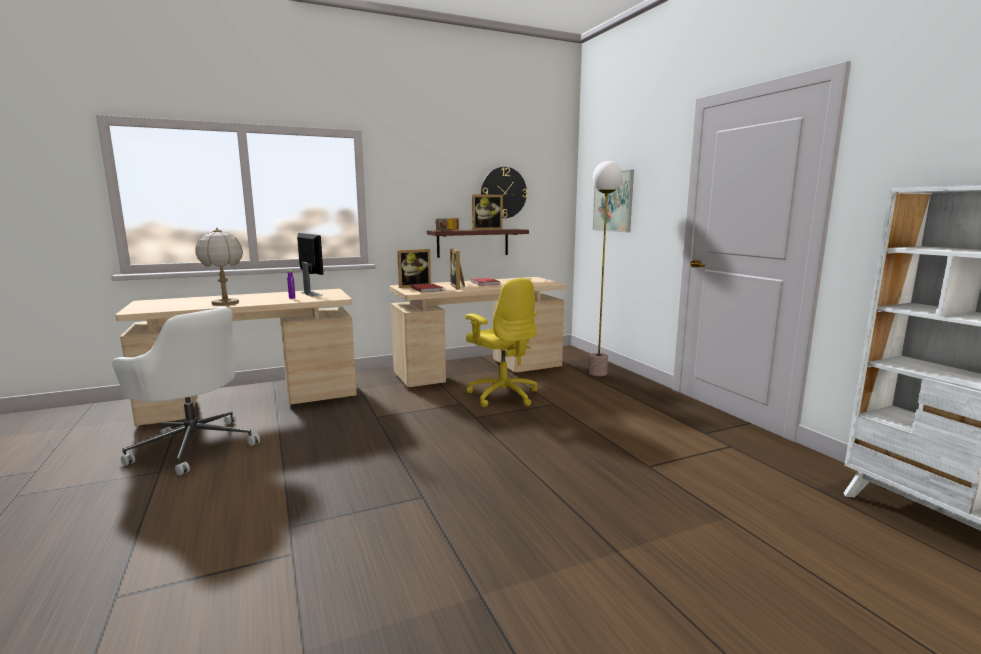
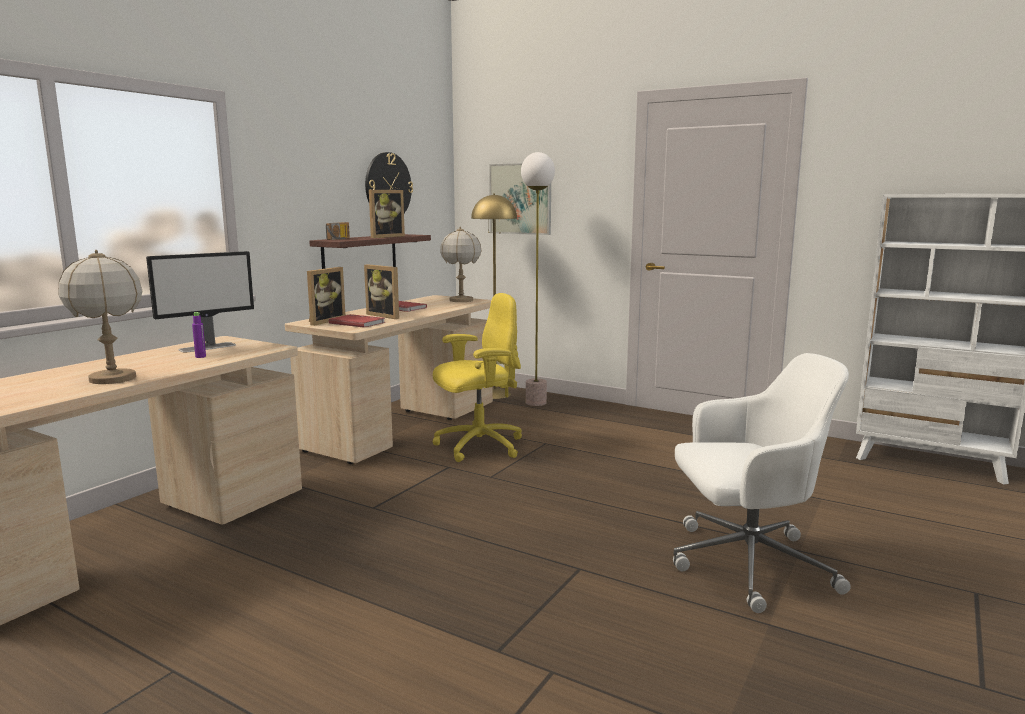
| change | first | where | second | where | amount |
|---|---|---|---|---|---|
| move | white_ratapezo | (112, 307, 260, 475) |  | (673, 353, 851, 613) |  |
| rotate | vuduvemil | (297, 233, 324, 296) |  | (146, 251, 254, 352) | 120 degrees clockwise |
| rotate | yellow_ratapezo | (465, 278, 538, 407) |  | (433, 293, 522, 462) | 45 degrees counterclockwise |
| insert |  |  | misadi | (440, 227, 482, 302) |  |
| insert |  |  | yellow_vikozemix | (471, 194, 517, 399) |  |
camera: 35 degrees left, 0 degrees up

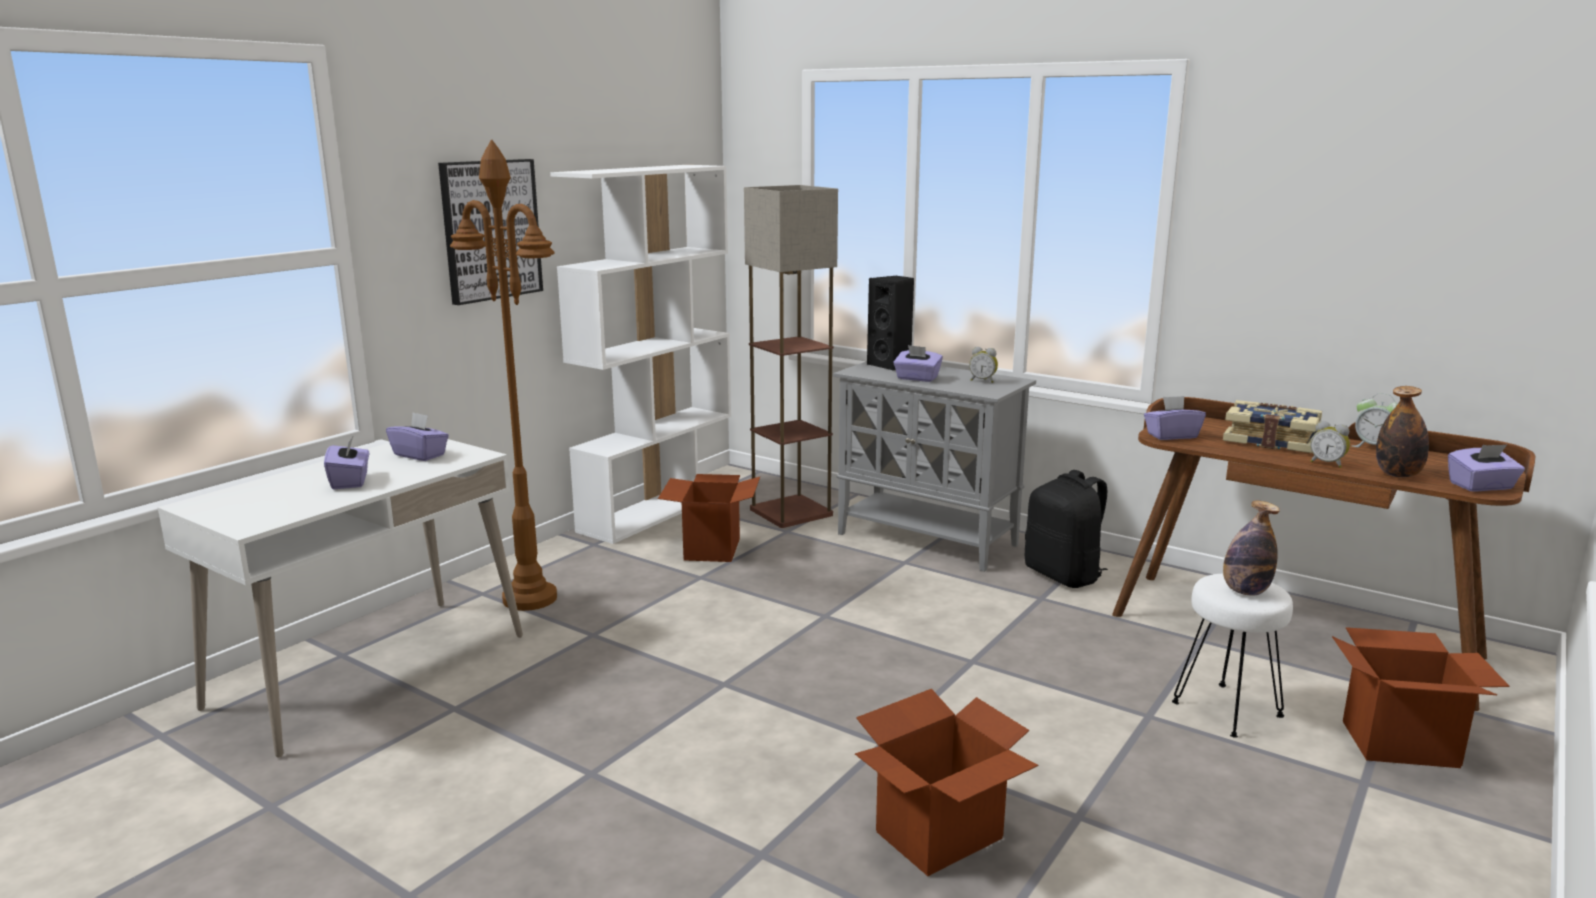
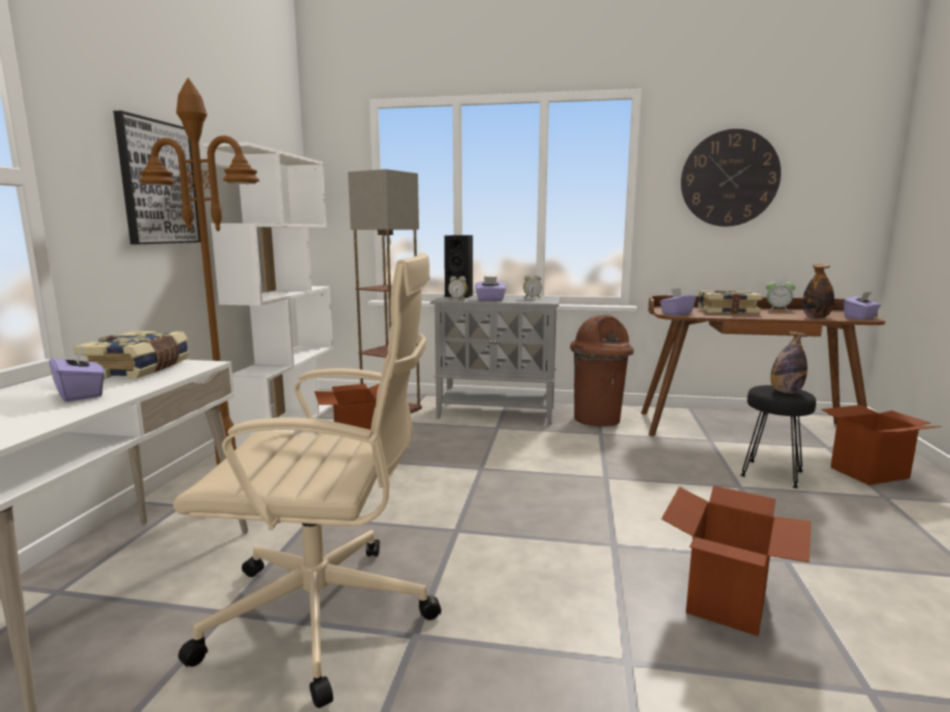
| change | first | where | second | where | amount |
|---|---|---|---|---|---|
| replace | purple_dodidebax | (386, 412, 449, 461) | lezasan | (73, 331, 189, 379) |  |
| replace | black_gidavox | (1025, 470, 1108, 588) | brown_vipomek | (570, 314, 634, 427) |  |
| recolor | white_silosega | (1172, 573, 1293, 738) | black_silosega | (741, 385, 816, 488) |  |
| move | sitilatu | (1310, 421, 1350, 468) |  | (448, 276, 468, 300) |  |
| insert |  |  | beige_ratapezo | (173, 253, 441, 708) |  |
| insert |  |  | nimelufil | (681, 129, 781, 226) |  |
camera: 25 degrees left, 5 degrees down

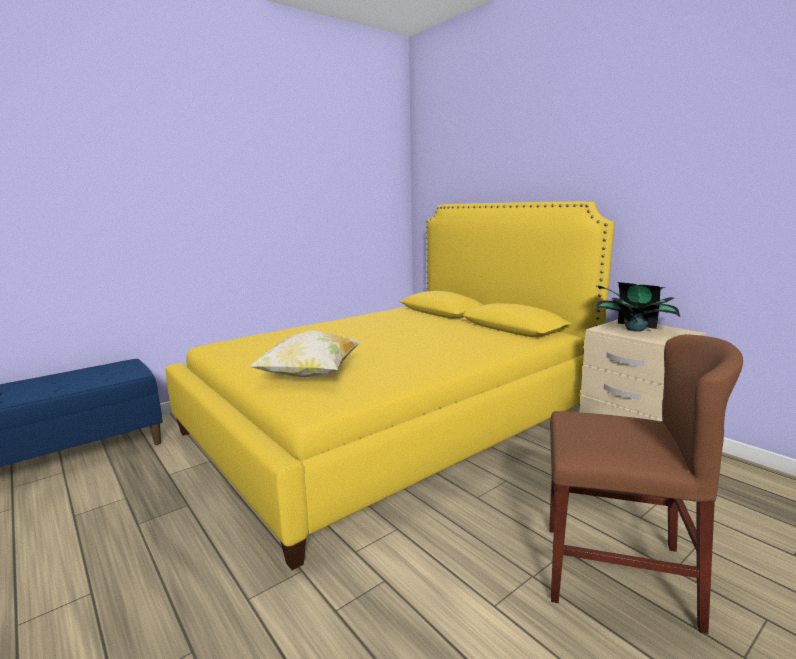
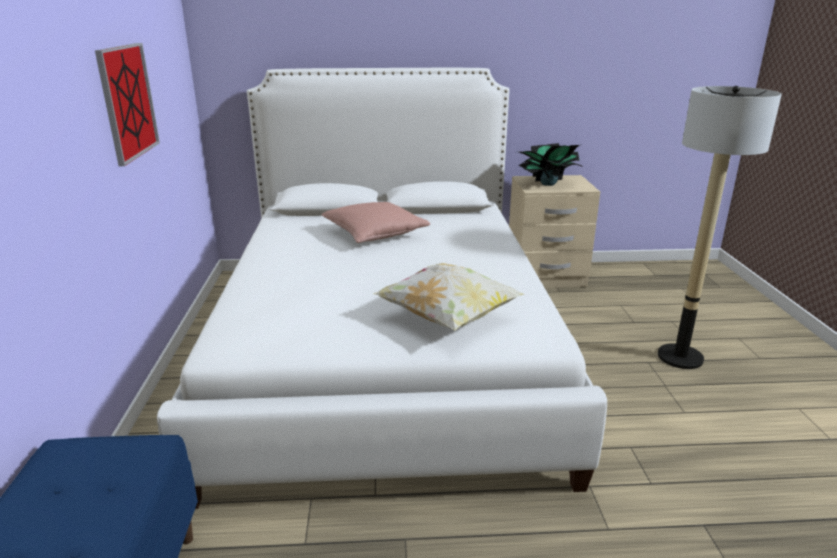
| change | first | where | second | where | amount |
|---|---|---|---|---|---|
| recolor | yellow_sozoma | (166, 201, 614, 570) | white_sozoma | (157, 68, 607, 509) |  |
| replace | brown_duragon | (549, 334, 743, 634) | vikozemix | (658, 86, 782, 369) |  |
| insert |  |  | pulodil | (95, 43, 160, 166) |  |
| insert |  |  | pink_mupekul | (321, 202, 430, 243) |  |
camera: 55 degrees left, 10 degrees up

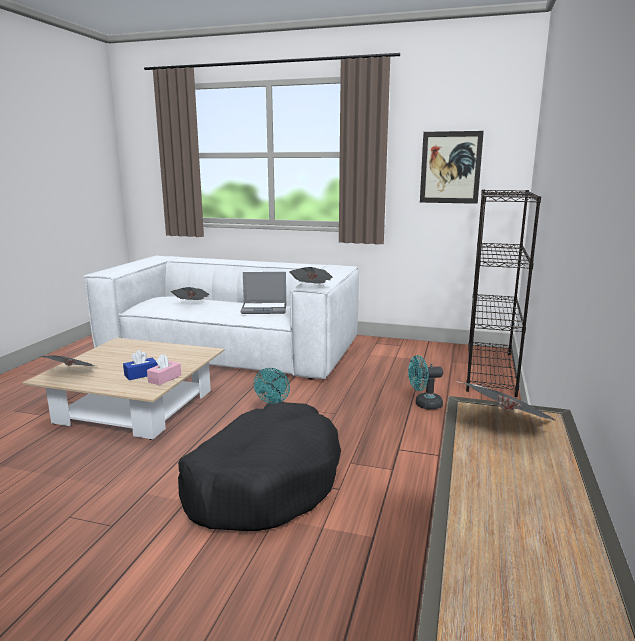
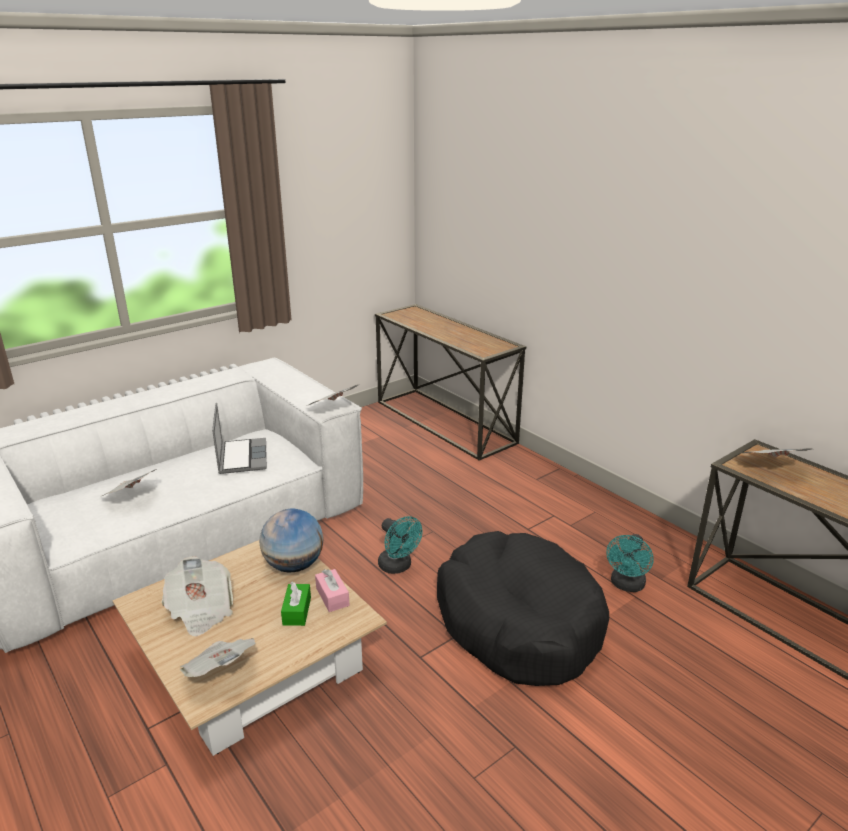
| change | first | where | second | where | amount |
|---|---|---|---|---|---|
| recolor | blue_dodidebax | (123, 350, 158, 380) | green_dodidebax | (281, 582, 311, 626) |  |
| rotate | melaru | (240, 272, 286, 314) |  | (212, 403, 267, 474) | 45 degrees counterclockwise |
| move | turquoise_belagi | (408, 355, 443, 410) |  | (606, 534, 654, 592) |  |
| delete | pulodil | (420, 131, 484, 204) |  |  |  |
| replace | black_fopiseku | (466, 189, 541, 397) | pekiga | (375, 304, 526, 461) |  |
| insert |  |  | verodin | (162, 556, 233, 637) |  |
| insert |  |  | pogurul | (260, 509, 324, 572) |  |
camera: 55 degrees left, 10 degrees up

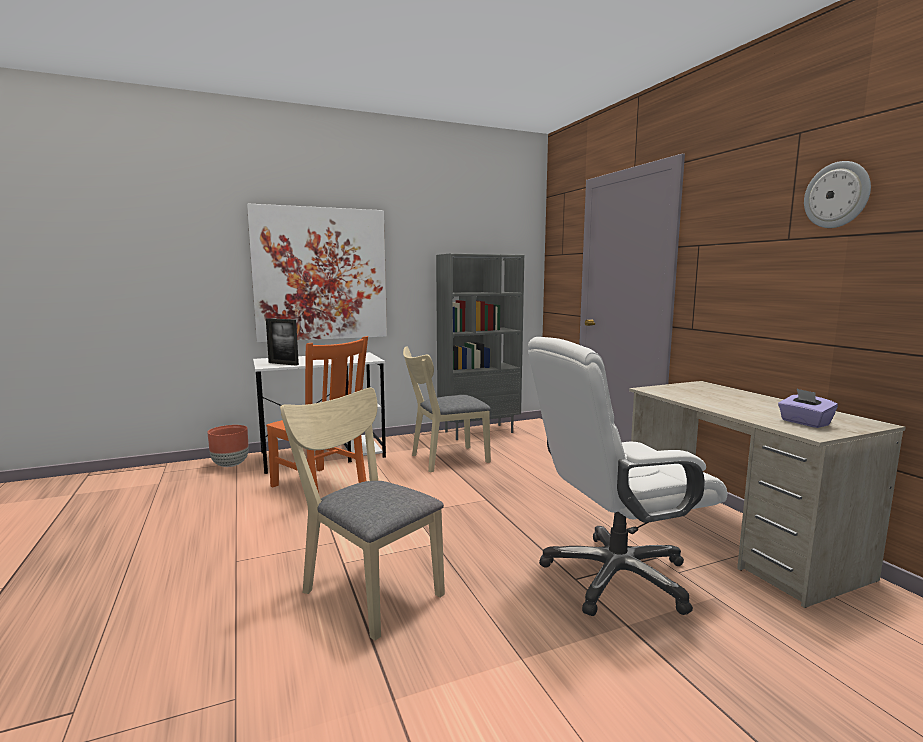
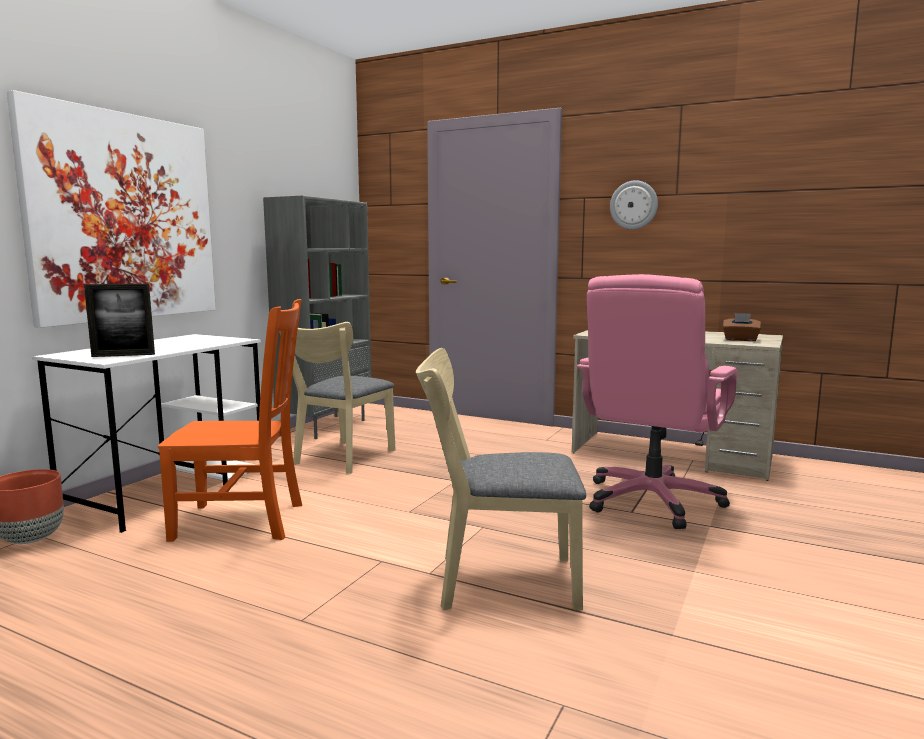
| change | first | where | second | where | amount |
|---|---|---|---|---|---|
| recolor | white_ratapezo | (528, 337, 727, 616) | pink_ratapezo | (577, 274, 738, 529) |  |
| recolor | purple_dodidebax | (778, 389, 838, 428) | brown_dodidebax | (723, 313, 761, 341) |  |
| move | nimelufil | (804, 161, 871, 228) |  | (610, 180, 658, 230) |  |
camera: 40 degrees left, 0 degrees up

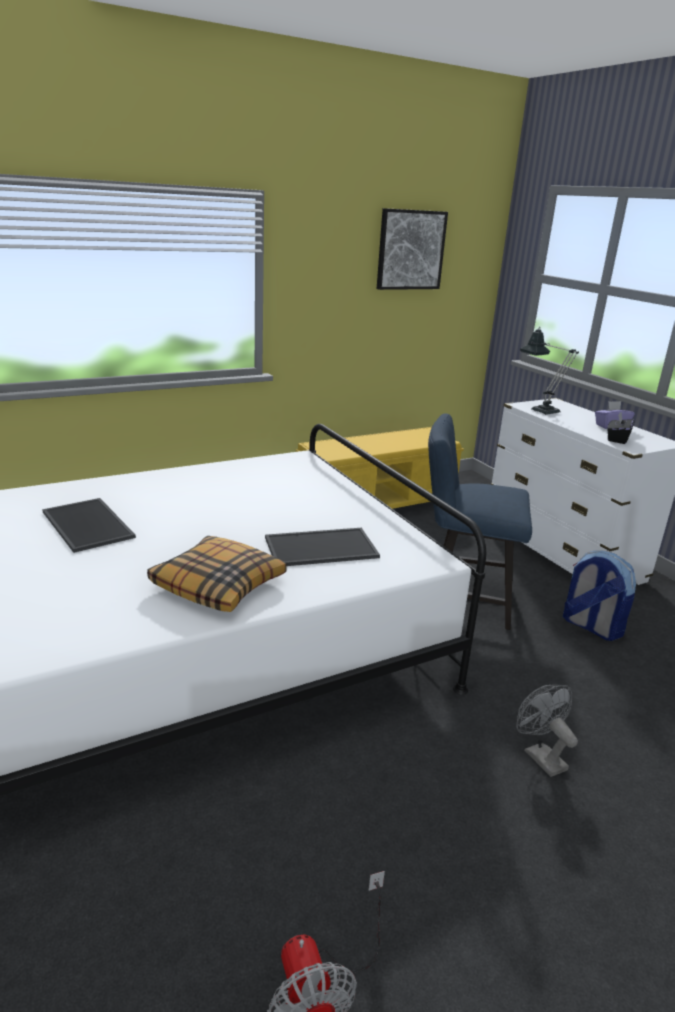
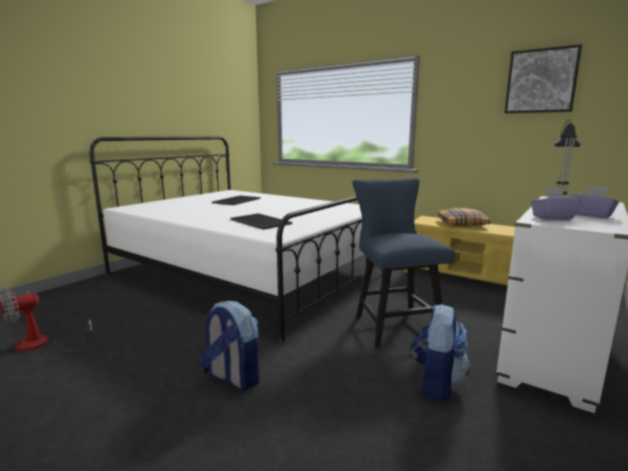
| change | first | where | second | where | amount |
|---|---|---|---|---|---|
| move | mupekul | (147, 536, 287, 612) |  | (438, 208, 490, 226) |  |
| replace | grey_belagi | (516, 685, 578, 777) | gidavox | (199, 301, 260, 391) |  |
| recolor | black_dodidebax | (607, 412, 634, 444) | purple_dodidebax | (531, 188, 581, 220) |  |
camera: 65 degrees right, 10 degrees down

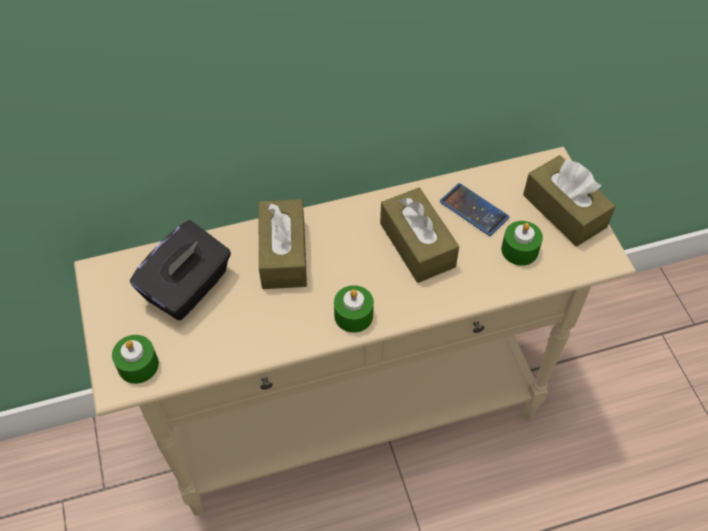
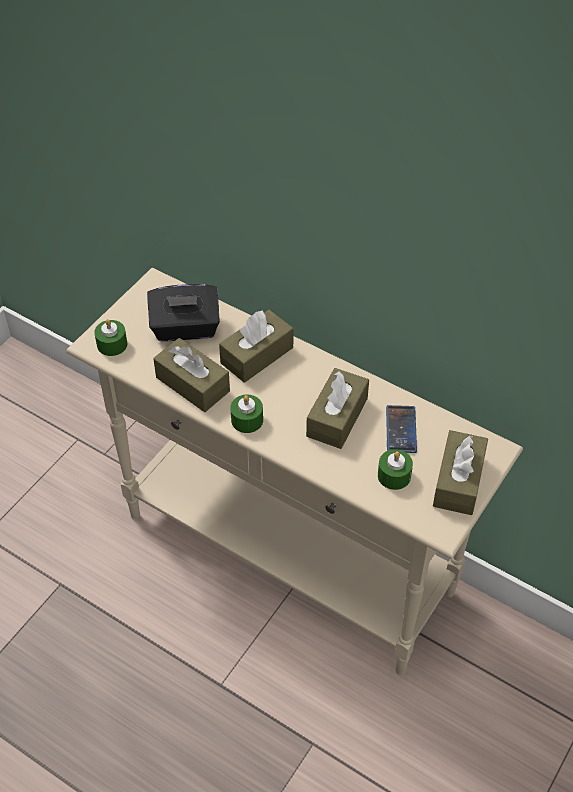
| change | first | where | second | where | amount |
|---|---|---|---|---|---|
| insert |  |  | brown_dodidebax | (153, 338, 230, 412) |  |
camera: 50 degrees right, 5 degrees down

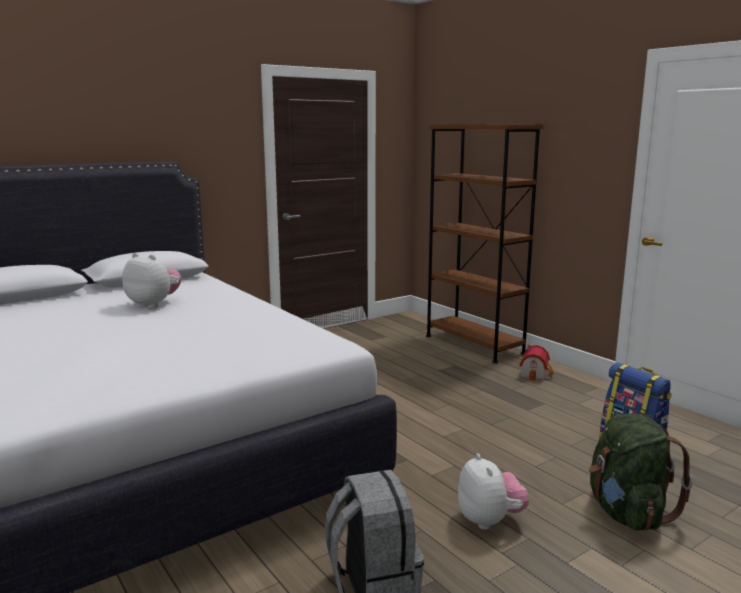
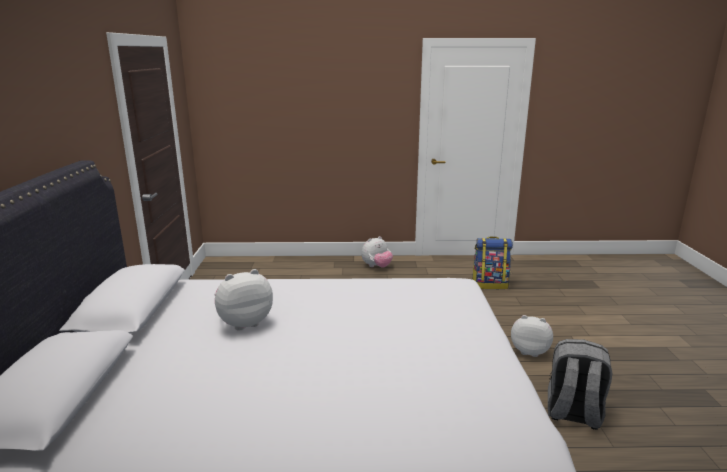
| change | first | where | second | where | amount |
|---|---|---|---|---|---|
| delete | brown_fopiseku | (426, 124, 543, 363) |  |  |  |
| replace | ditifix | (519, 344, 553, 381) | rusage | (361, 236, 393, 268) |  |
| delete | green_gidavox | (589, 413, 693, 531) |  |  |  |
camera: 55 degrees left, 5 degrees up

